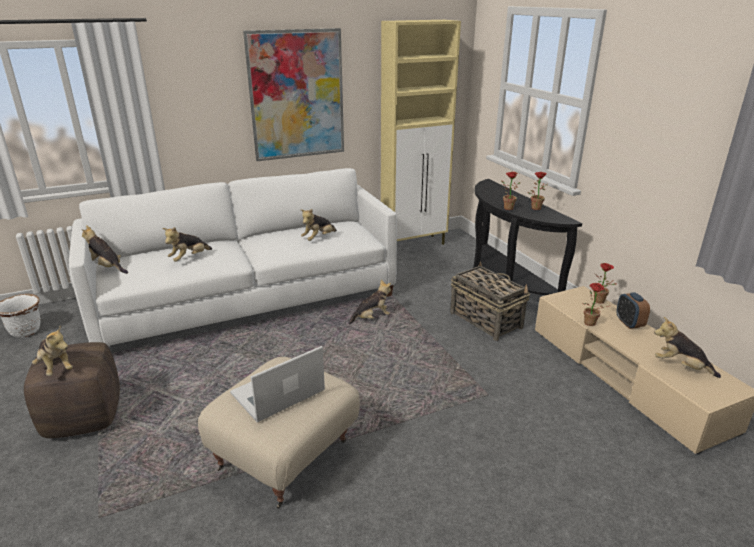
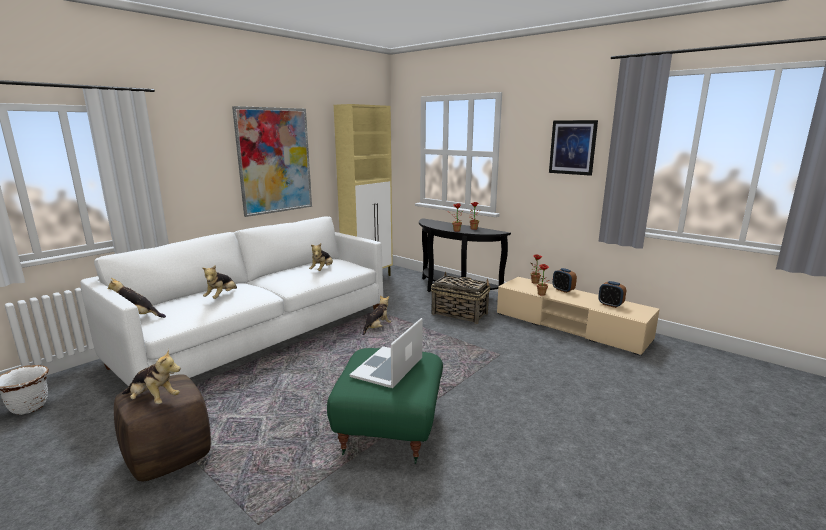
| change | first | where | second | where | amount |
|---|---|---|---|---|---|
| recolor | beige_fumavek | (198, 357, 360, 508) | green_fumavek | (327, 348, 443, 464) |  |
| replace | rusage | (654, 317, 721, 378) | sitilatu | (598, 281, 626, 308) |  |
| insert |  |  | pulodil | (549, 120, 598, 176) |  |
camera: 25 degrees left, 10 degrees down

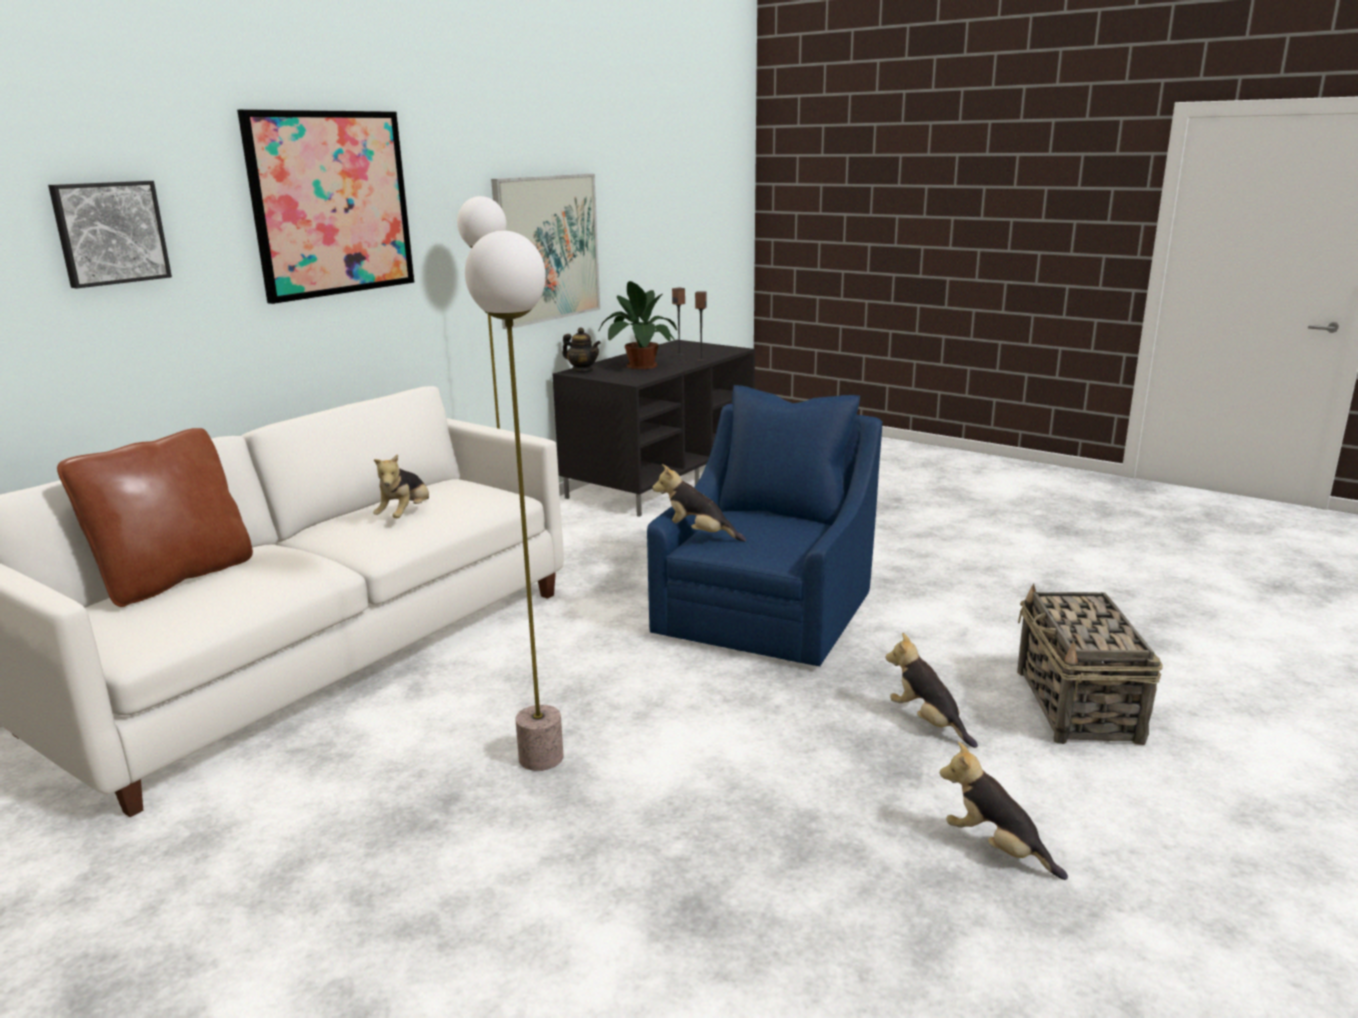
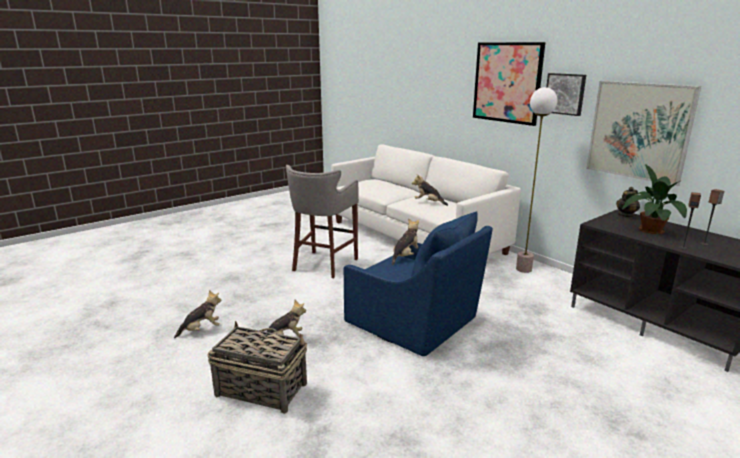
| change | first | where | second | where | amount |
|---|---|---|---|---|---|
| move | pulodil | (48, 181, 172, 289) |  | (546, 73, 586, 116) |  |
| delete | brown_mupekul | (57, 428, 253, 607) |  |  |  |
| replace | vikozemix | (465, 230, 563, 771) | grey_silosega | (286, 165, 359, 278) |  |
camera: 105 degrees right, 0 degrees up

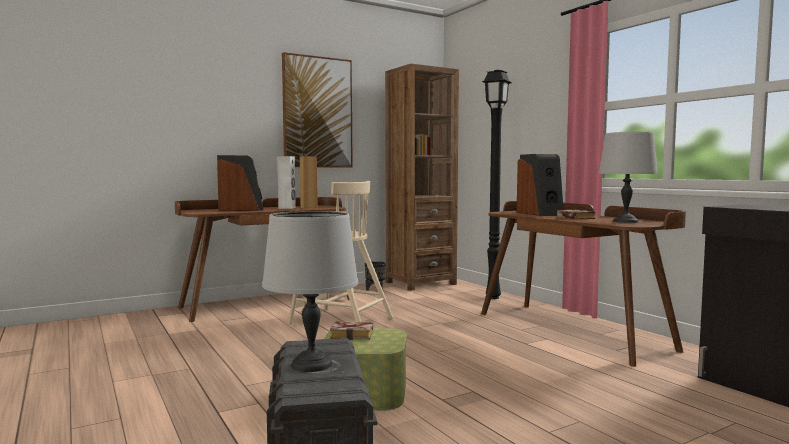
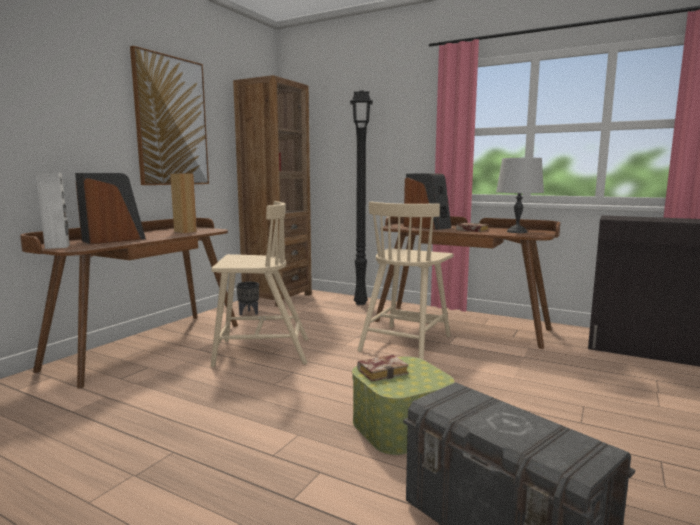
| change | first | where | second | where | amount |
|---|---|---|---|---|---|
| delete | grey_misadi | (262, 211, 358, 372) |  |  |  |
| move | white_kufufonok | (277, 156, 296, 209) |  | (36, 173, 70, 249) |  |
| insert |  |  | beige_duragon | (357, 202, 453, 360) |  |
camera: 30 degrees left, 5 degrees up

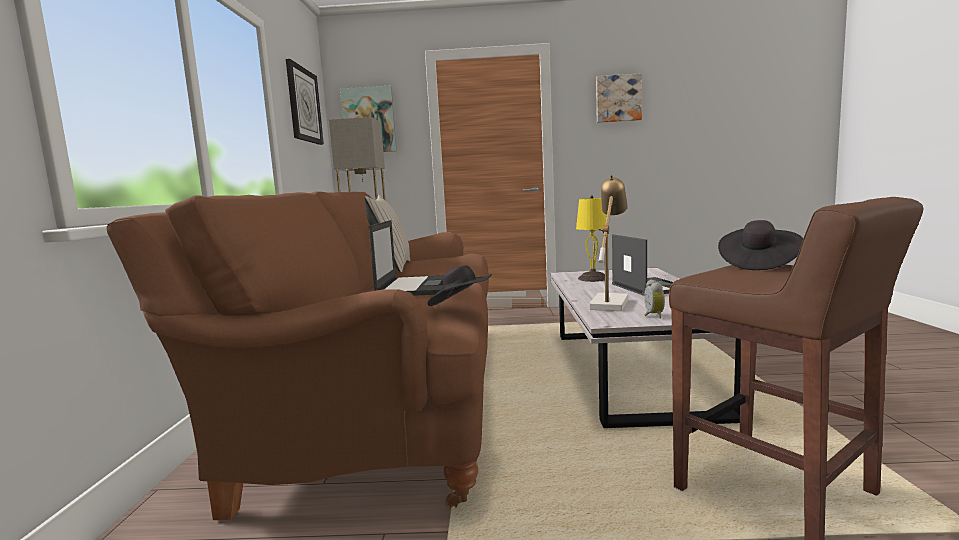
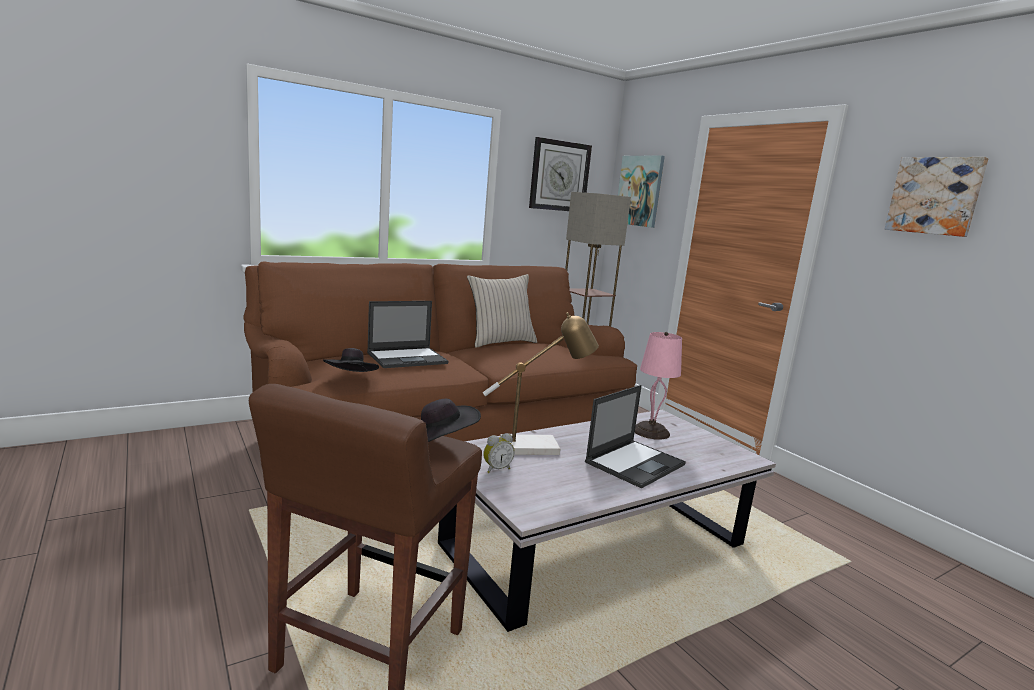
| change | first | where | second | where | amount |
|---|---|---|---|---|---|
| recolor | yellow_misadi | (576, 195, 609, 282) | pink_misadi | (635, 332, 682, 440) |  |
camera: 55 degrees right, 5 degrees up

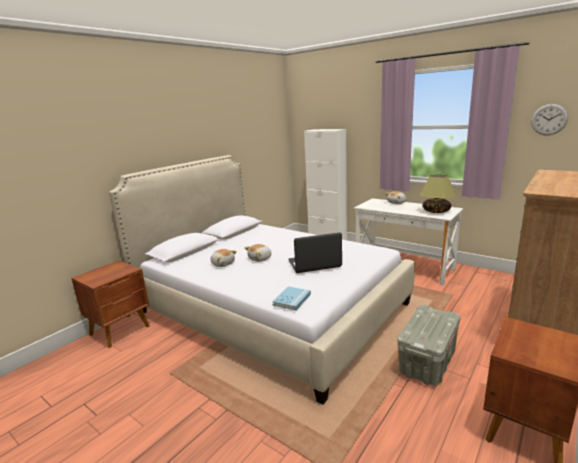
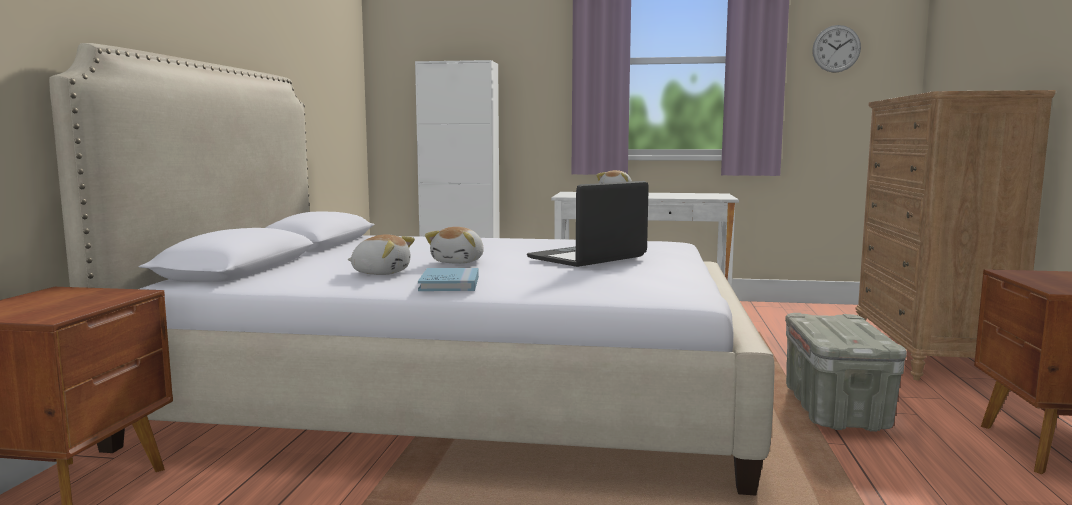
| change | first | where | second | where | amount |
|---|---|---|---|---|---|
| move | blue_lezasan | (272, 286, 311, 311) |  | (418, 268, 479, 291) |  |
| delete | misadi | (420, 174, 456, 213) |  |  |  |
camera: 30 degrees left, 10 degrees down

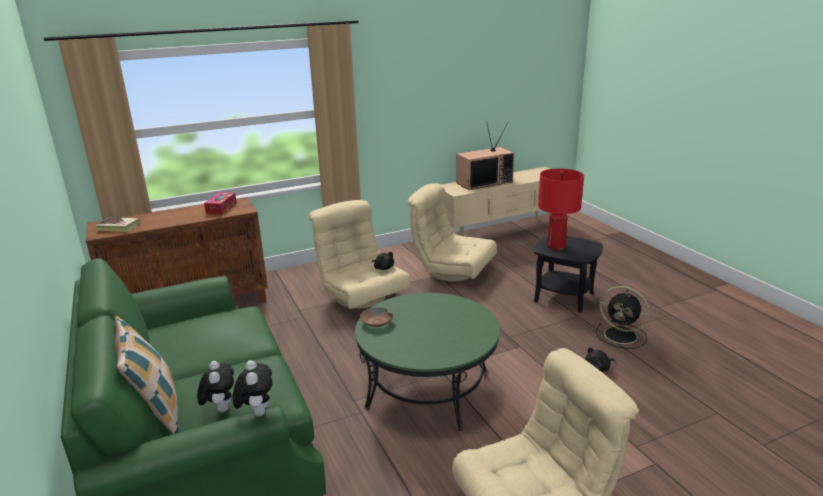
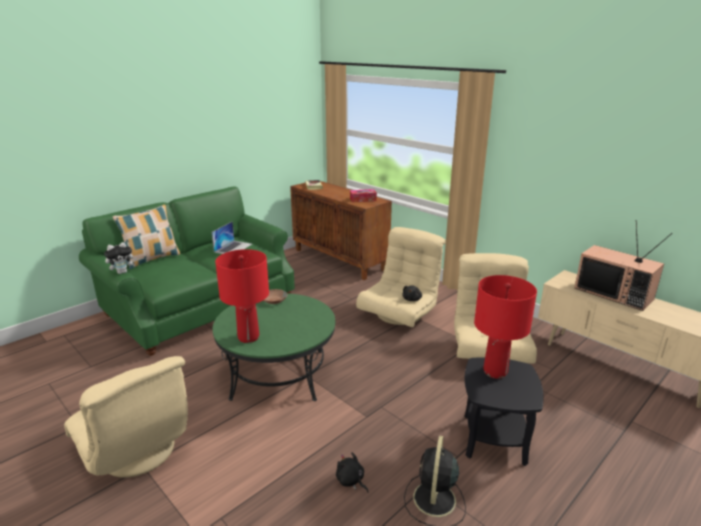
| change | first | where | second | where | amount |
|---|---|---|---|---|---|
| delete | rusage | (197, 361, 234, 412) |  |  |  |
| insert |  |  | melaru | (212, 221, 252, 254) |  |
| insert |  |  | red_misadi | (215, 249, 269, 343) |  |
camera: 70 degrees right, 0 degrees up

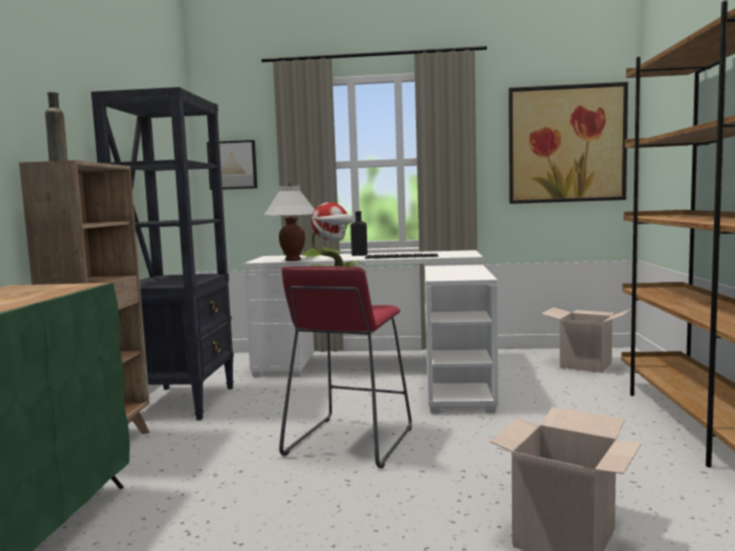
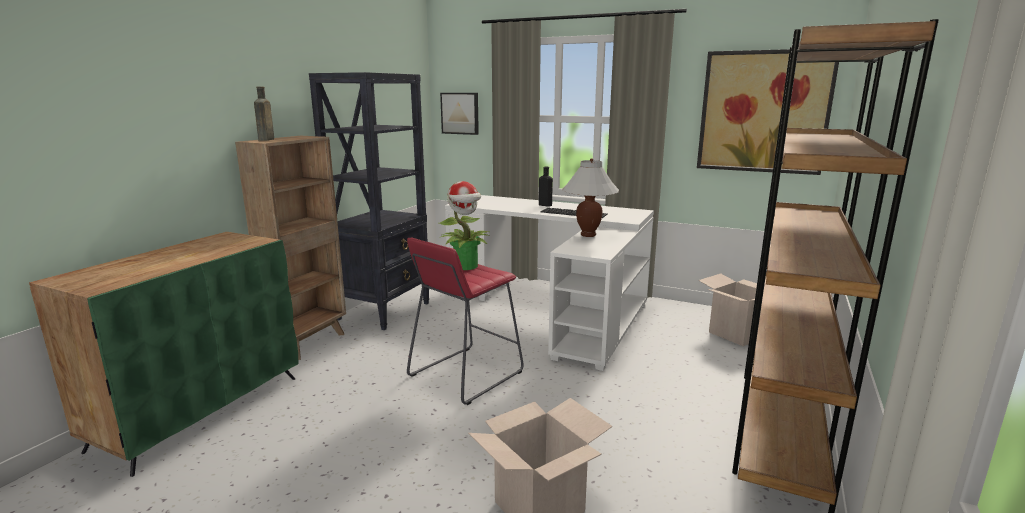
| change | first | where | second | where | amount |
|---|---|---|---|---|---|
| move | white_misadi | (263, 183, 315, 261) |  | (562, 158, 619, 237) |  |
camera: 20 degrees right, 10 degrees up

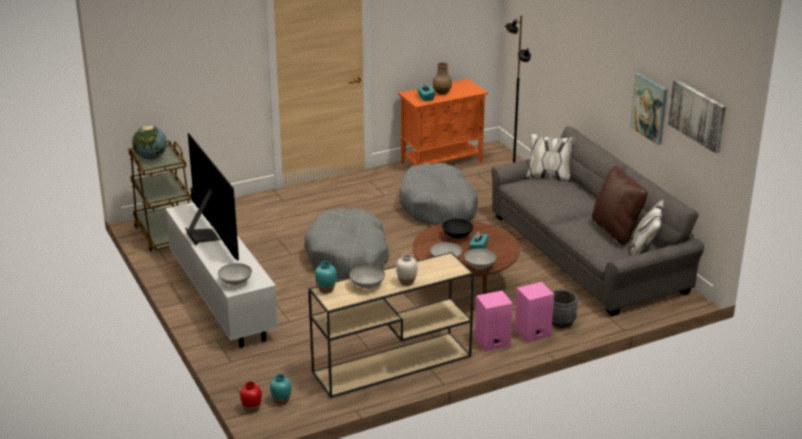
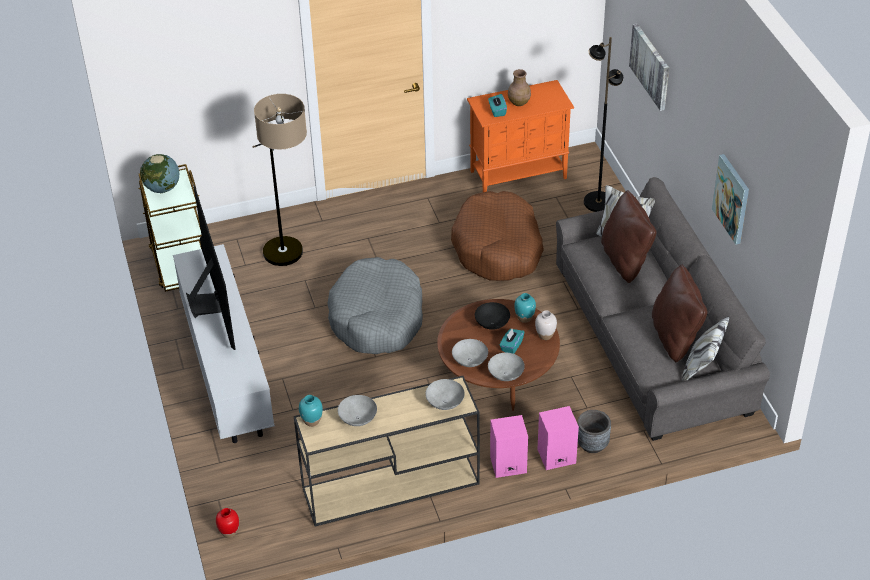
| change | first | where | second | where | amount |
|---|---|---|---|---|---|
| move | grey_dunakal | (218, 263, 252, 285) |  | (425, 379, 465, 410) |  |
| move | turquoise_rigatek | (270, 374, 291, 405) |  | (514, 293, 536, 323) |  |
| move | white_rigatek | (396, 254, 418, 286) |  | (535, 310, 557, 340) |  |
| recolor | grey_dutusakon | (399, 163, 479, 225) | brown_dutusakon | (451, 191, 544, 281) |  |
| move | pulodil | (668, 79, 726, 153) |  | (629, 24, 669, 111) |  |
| insert |  |  | vikozemix | (252, 94, 307, 266) |  |
| insert |  |  | brown_mupekul | (601, 190, 657, 283) |  |
camera: 10 degrees right, 15 degrees up

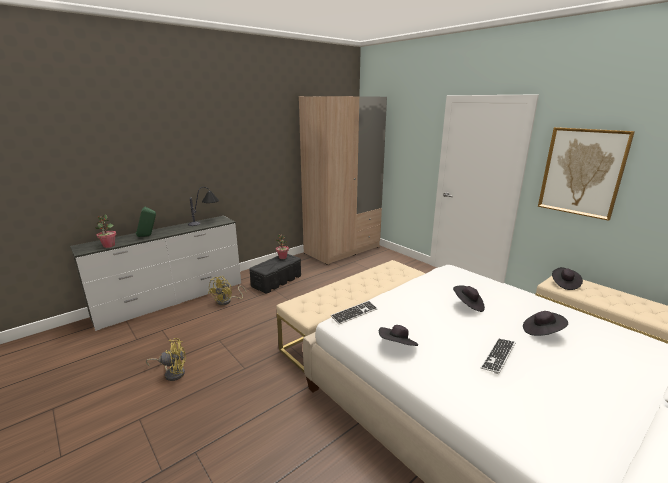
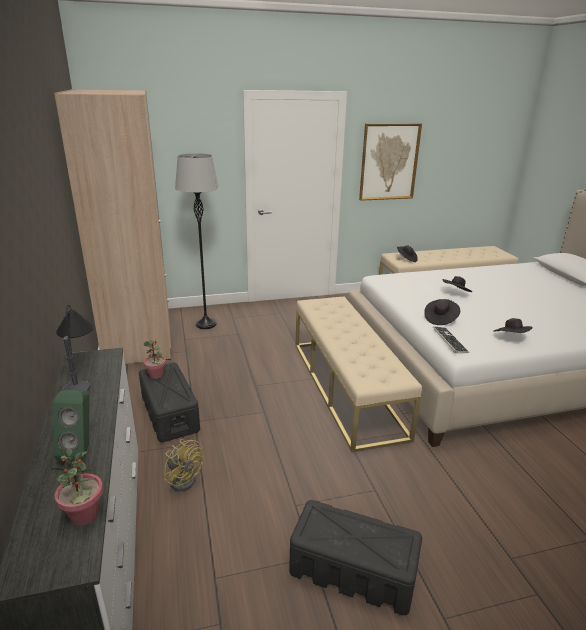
| change | first | where | second | where | amount |
|---|---|---|---|---|---|
| replace | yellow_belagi | (146, 338, 186, 381) | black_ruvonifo | (289, 500, 422, 615) |  |
| delete | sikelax | (481, 338, 516, 374) |  |  |  |
| move | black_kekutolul | (523, 311, 568, 336) |  | (424, 299, 460, 325) |  |
| insert |  |  | grey_vikozemix | (175, 153, 219, 329) |  |
camera: 65 degrees left, 5 degrees up

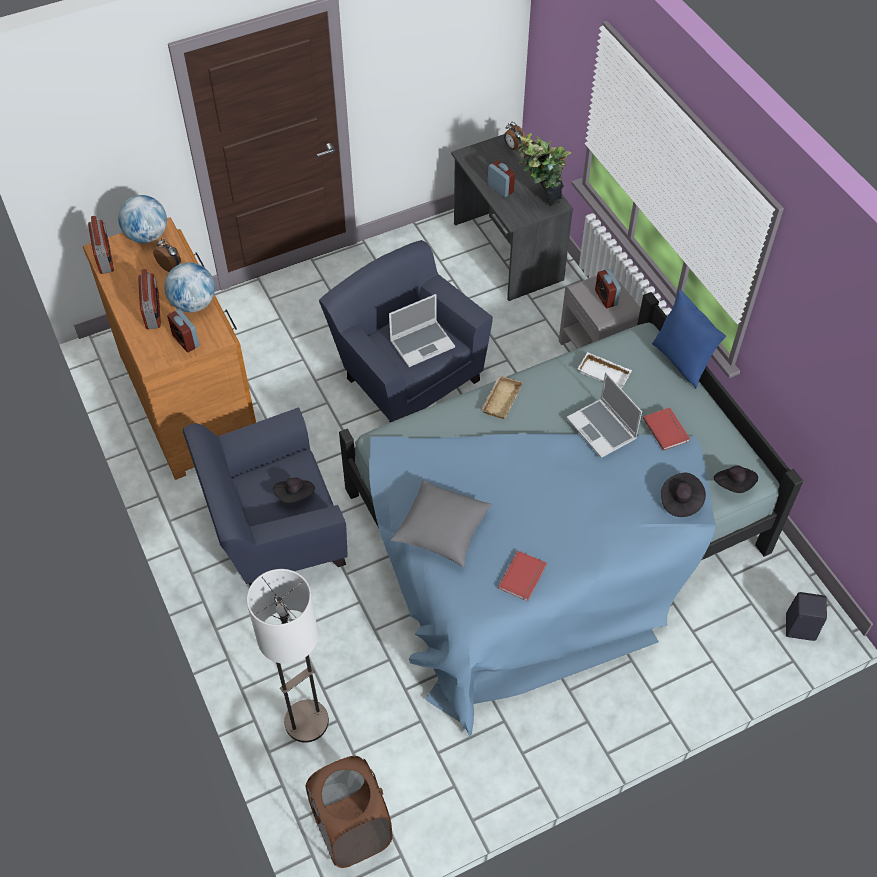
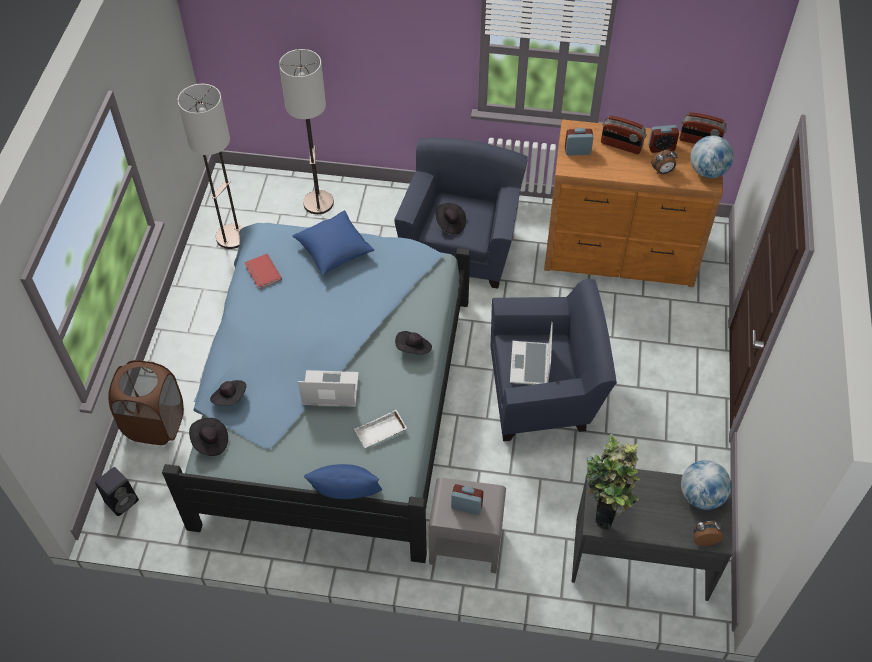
| change | first | where | second | where | amount |
|---|---|---|---|---|---|
| move | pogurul | (164, 262, 215, 313) |  | (681, 460, 731, 510) |  |
| move | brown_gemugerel | (305, 756, 393, 868) |  | (108, 360, 184, 445) |  |
| recolor | grey_mupekul | (390, 480, 492, 566) | blue_mupekul | (292, 210, 374, 276) |  |
| replace | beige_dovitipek | (482, 375, 523, 419) | black_kekutolul | (395, 331, 432, 355) |  |
| move | sitilatu | (488, 160, 515, 197) |  | (648, 125, 679, 153) |  |
| delete | red_lezasan | (643, 407, 690, 451) |  |  |  |
| insert |  |  | vikozemix | (177, 84, 243, 249) |  |
camera: 125 degrees right, 0 degrees up

